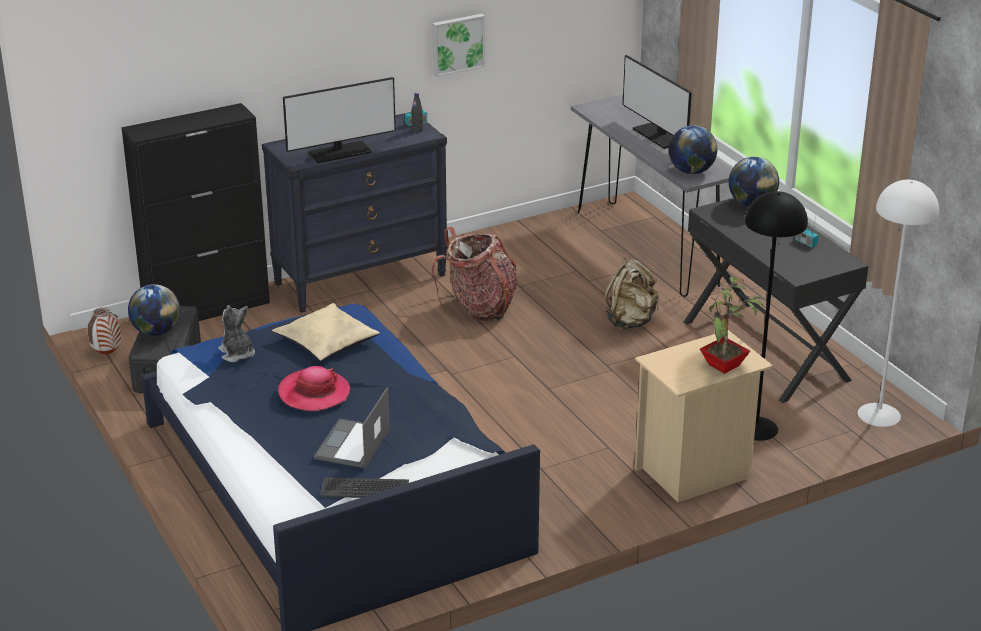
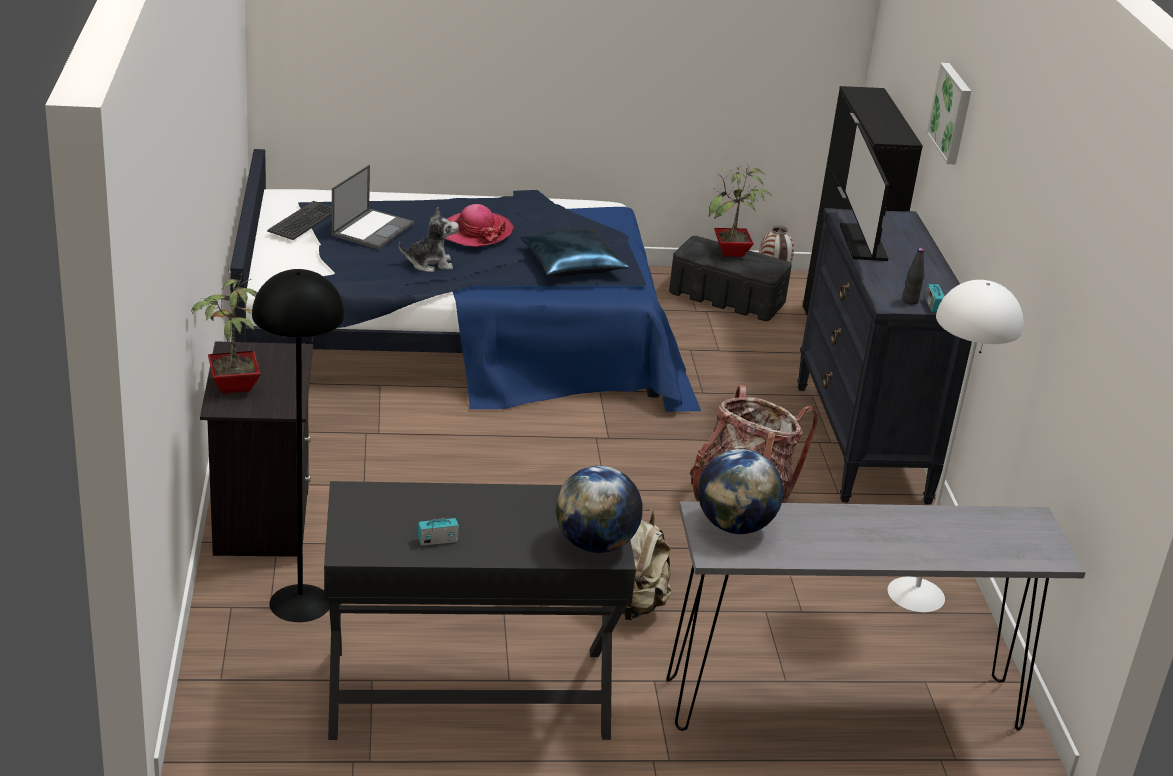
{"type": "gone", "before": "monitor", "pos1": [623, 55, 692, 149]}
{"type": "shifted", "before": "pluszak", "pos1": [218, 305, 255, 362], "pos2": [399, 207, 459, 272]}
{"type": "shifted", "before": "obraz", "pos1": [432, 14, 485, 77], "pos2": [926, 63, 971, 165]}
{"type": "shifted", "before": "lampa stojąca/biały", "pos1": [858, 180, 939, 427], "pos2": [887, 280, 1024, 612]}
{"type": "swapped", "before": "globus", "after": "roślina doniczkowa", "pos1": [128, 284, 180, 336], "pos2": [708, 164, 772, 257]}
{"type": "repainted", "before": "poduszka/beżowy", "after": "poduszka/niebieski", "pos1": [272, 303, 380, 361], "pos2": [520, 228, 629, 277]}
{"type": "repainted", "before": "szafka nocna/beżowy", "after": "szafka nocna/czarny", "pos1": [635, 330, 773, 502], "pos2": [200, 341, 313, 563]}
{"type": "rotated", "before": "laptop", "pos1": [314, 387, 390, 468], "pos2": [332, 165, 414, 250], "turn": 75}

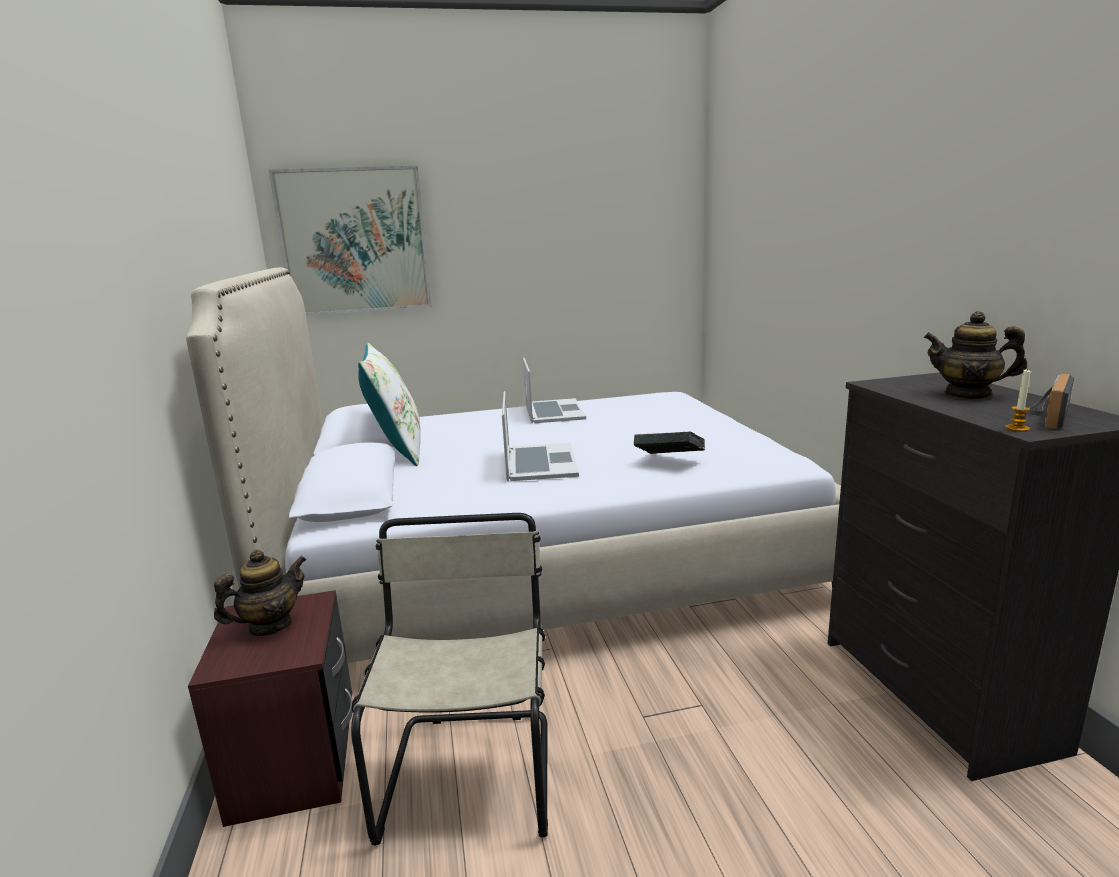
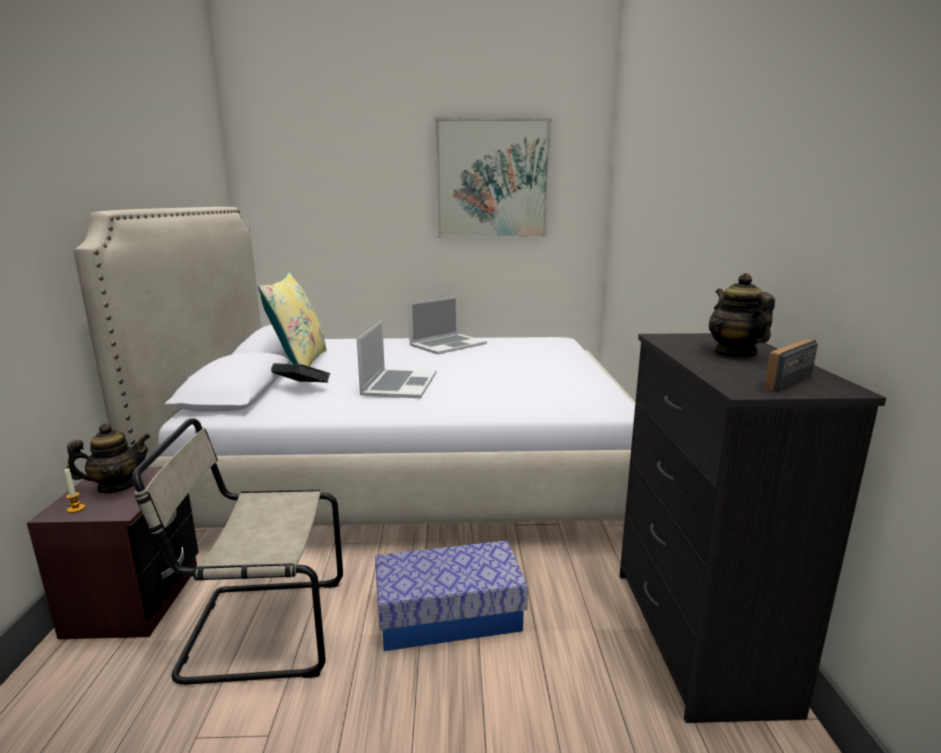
{"type": "new", "after": "pojemnik do przechowywania", "pos2": [375, 540, 528, 651]}
{"type": "shifted", "before": "obraz", "pos1": [269, 166, 432, 316], "pos2": [435, 118, 552, 238]}
{"type": "shifted", "before": "książka", "pos1": [634, 431, 705, 454], "pos2": [271, 363, 331, 383]}
{"type": "shifted", "before": "świeca", "pos1": [1005, 368, 1030, 432], "pos2": [64, 468, 85, 513]}
{"type": "repainted", "before": "poduszka/biały", "after": "poduszka/żółty", "pos1": [358, 343, 421, 466], "pos2": [258, 273, 327, 367]}
{"type": "rotated", "before": "krzesło/beżowy", "pos1": [351, 513, 548, 845], "pos2": [132, 418, 343, 685], "turn": -105}
{"type": "rotated", "before": "laptop", "pos1": [523, 358, 586, 423], "pos2": [408, 296, 487, 354], "turn": 45}
{"type": "rotated", "before": "imbryk", "pos1": [924, 311, 1027, 400], "pos2": [709, 273, 775, 358], "turn": 45}

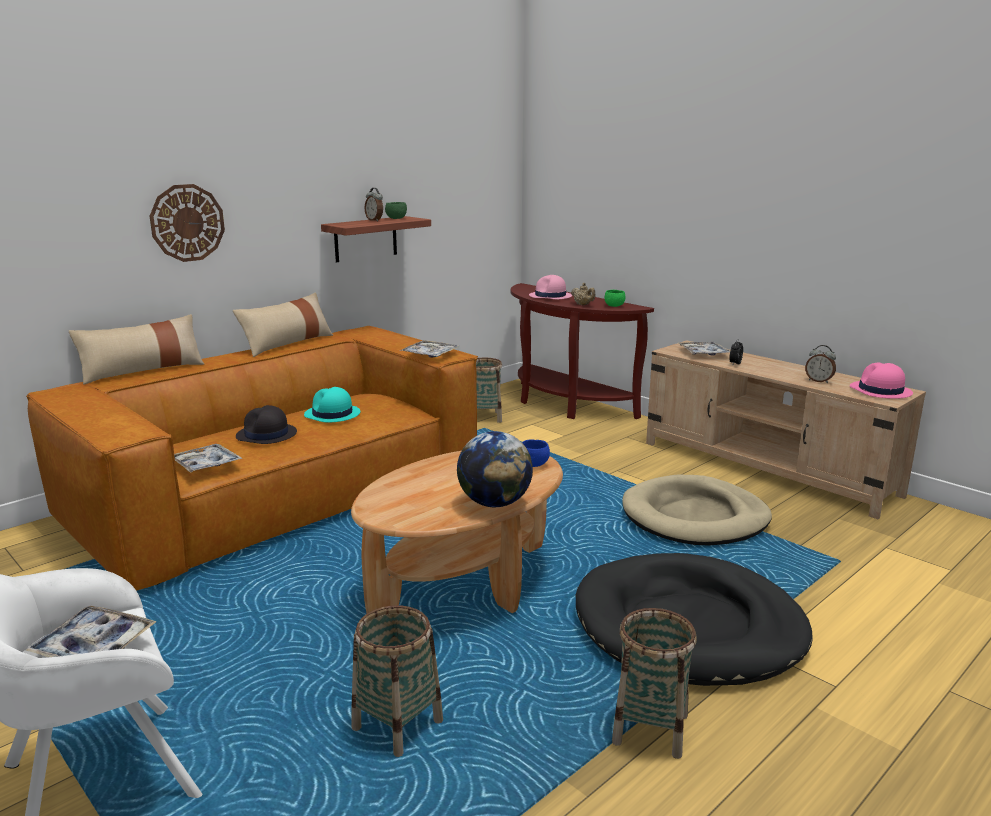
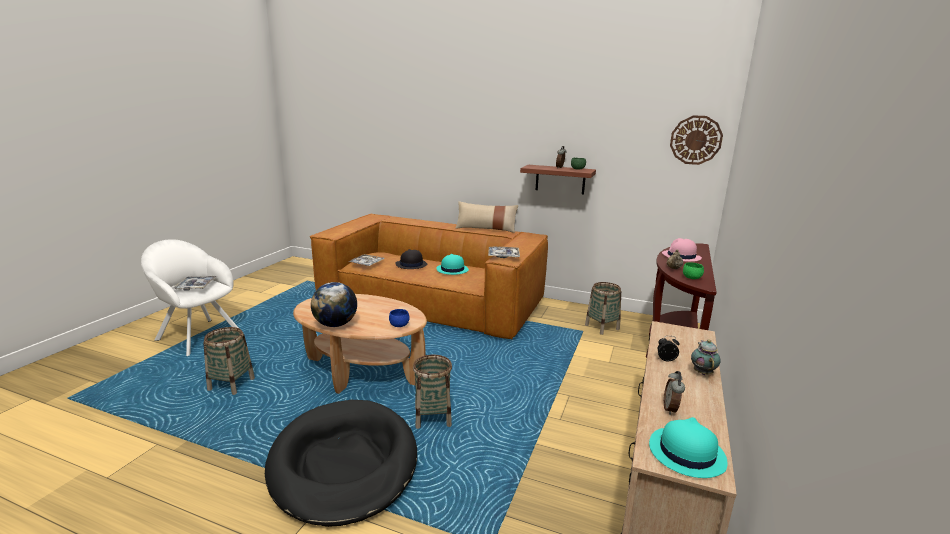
{"type": "gone", "before": "poduszka/beżowy", "pos1": [69, 314, 204, 385]}
{"type": "gone", "before": "legowisko/beżowy", "pos1": [622, 475, 772, 546]}
{"type": "gone", "before": "taca", "pos1": [678, 342, 730, 355]}
{"type": "new", "after": "imbryk", "pos2": [691, 339, 721, 375]}
{"type": "shifted", "before": "zegar ścienny", "pos1": [150, 184, 225, 262], "pos2": [670, 115, 723, 165]}
{"type": "shifted", "before": "koszyk", "pos1": [612, 608, 697, 759], "pos2": [413, 355, 452, 429]}
{"type": "repainted", "before": "kapelusz/różowy", "after": "kapelusz/turkusowy", "pos1": [850, 363, 913, 399], "pos2": [649, 417, 727, 478]}

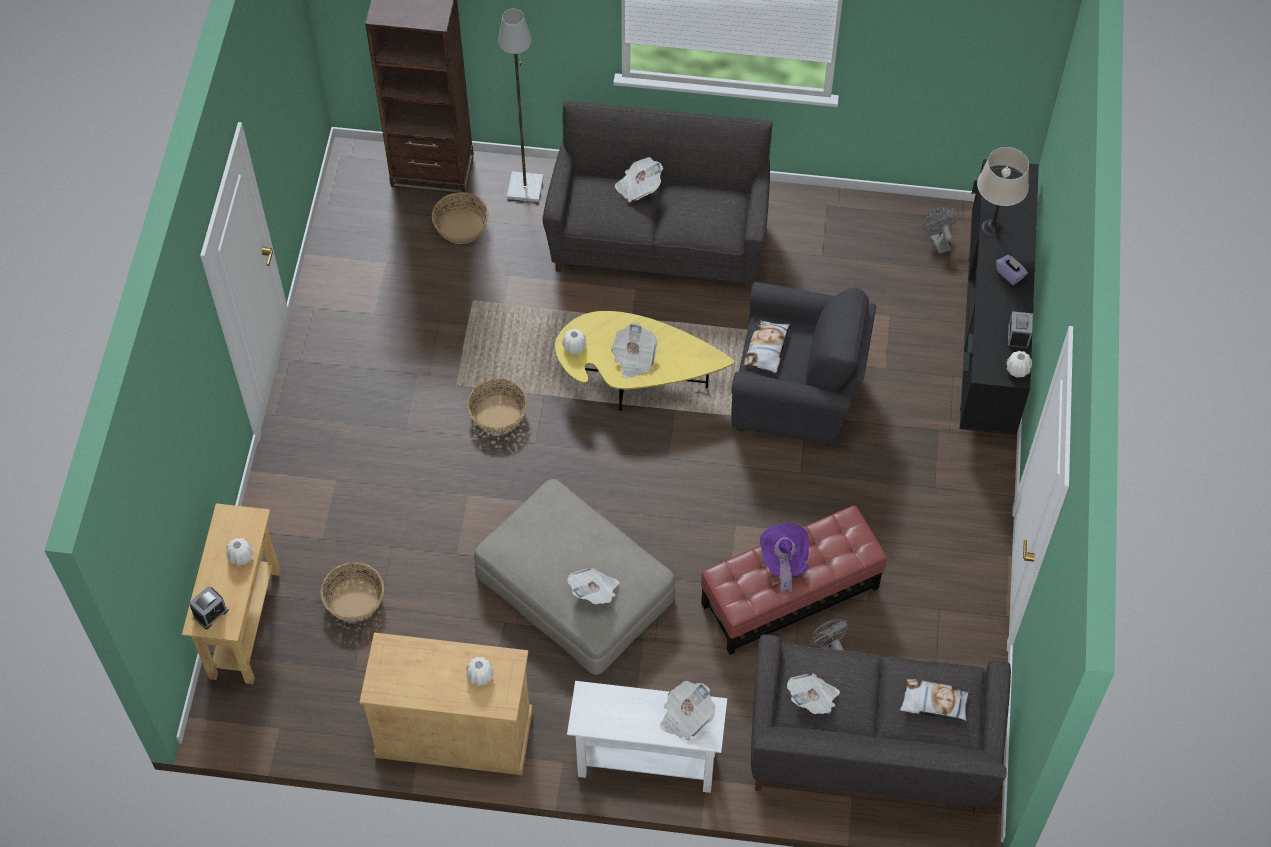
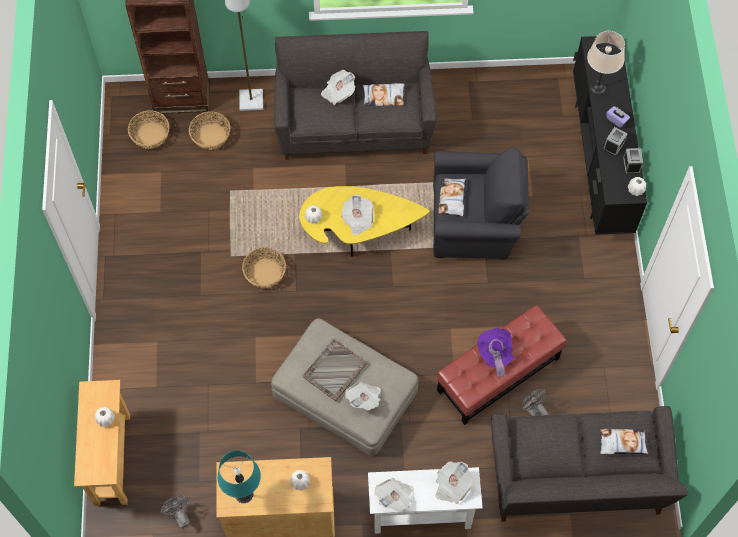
{"type": "new", "after": "lampa stołowa/turkusowy", "pos2": [217, 451, 261, 503]}
{"type": "new", "after": "taca/szary", "pos2": [303, 339, 367, 401]}
{"type": "new", "after": "poduszka", "pos2": [363, 83, 405, 106]}
{"type": "shifted", "before": "budzik", "pos1": [189, 586, 229, 629], "pos2": [603, 127, 627, 156]}
{"type": "shifted", "before": "koszyk", "pos1": [320, 562, 384, 622], "pos2": [128, 110, 170, 149]}
{"type": "shifted", "before": "gazeta", "pos1": [787, 673, 840, 714], "pos2": [375, 478, 414, 511]}
{"type": "shifted", "before": "wentylator/szary", "pos1": [922, 207, 959, 254], "pos2": [160, 495, 190, 528]}

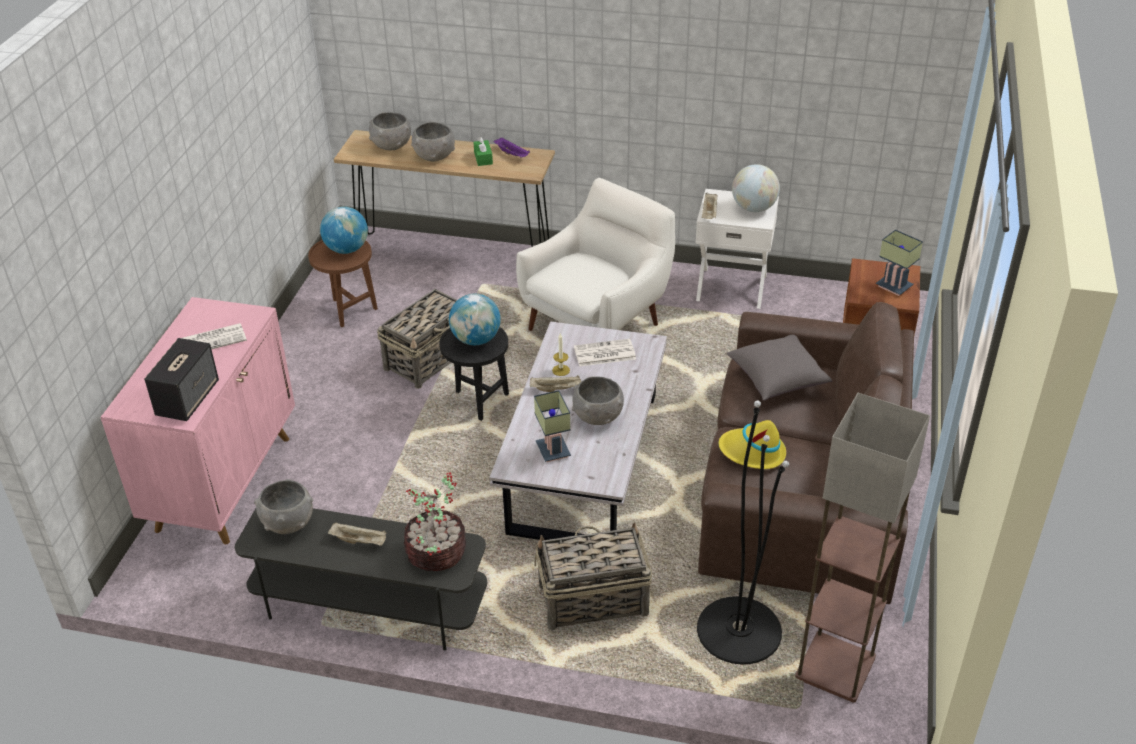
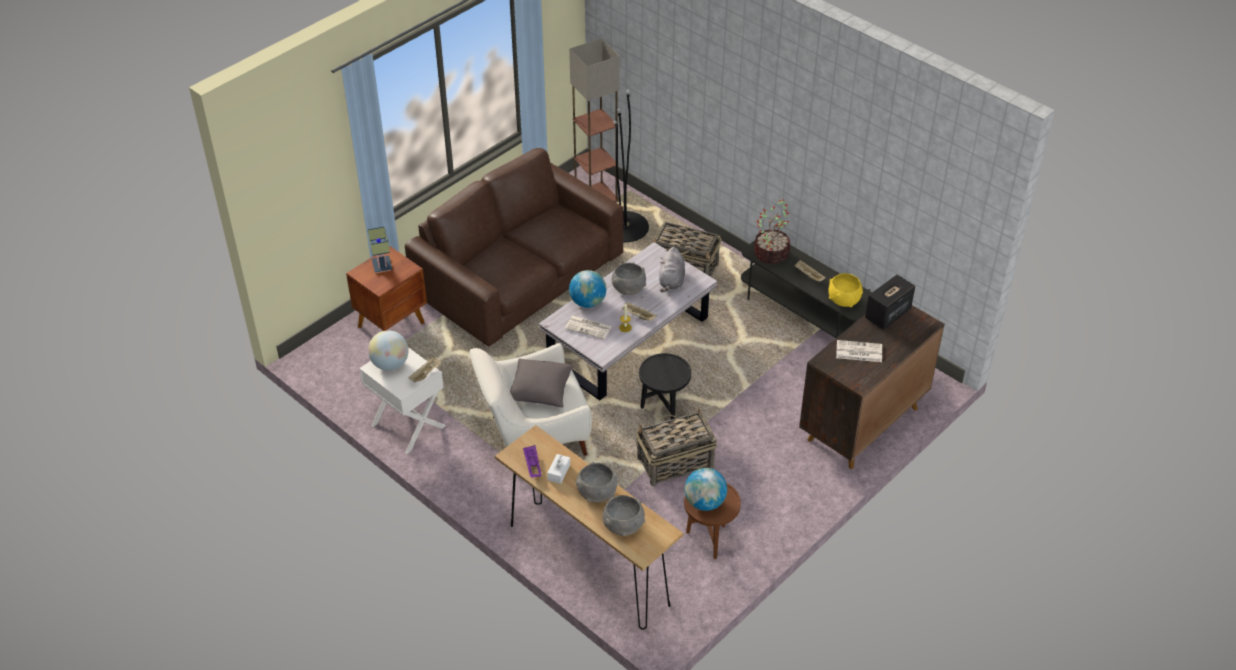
{"type": "gone", "before": "kapelusz/żółty", "pos1": [719, 420, 786, 469]}
{"type": "shifted", "before": "globus", "pos1": [449, 294, 501, 345], "pos2": [569, 270, 606, 308]}
{"type": "shifted", "before": "poduszka/szary", "pos1": [726, 335, 832, 401], "pos2": [510, 358, 574, 407]}
{"type": "swapped", "before": "lampa stołowa", "after": "pluszak/szary", "pos1": [534, 390, 571, 462], "pos2": [659, 247, 685, 292]}
{"type": "repainted", "before": "szafka/różowy", "after": "szafka/brązowy", "pos1": [100, 297, 295, 544], "pos2": [799, 305, 945, 469]}
{"type": "repainted", "before": "miska/szary", "after": "miska/żółty", "pos1": [254, 479, 313, 534], "pos2": [829, 273, 863, 307]}
{"type": "repainted", "before": "pudełko chusteczek/zielony", "after": "pudełko chusteczek/biały", "pos1": [473, 137, 493, 166], "pos2": [547, 454, 570, 484]}

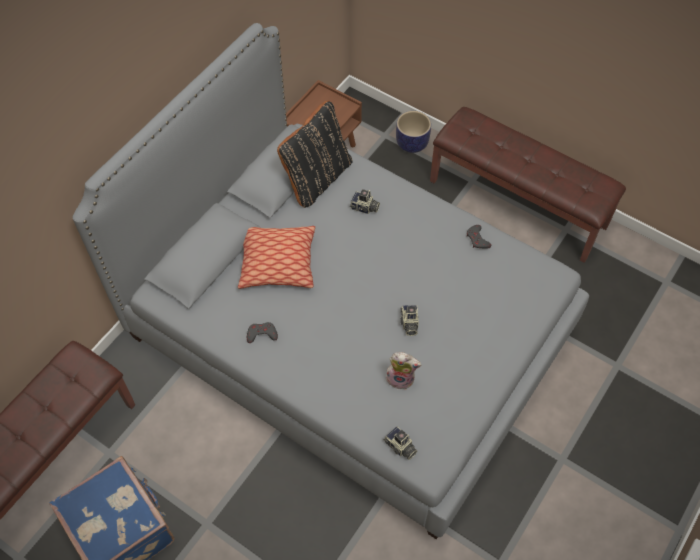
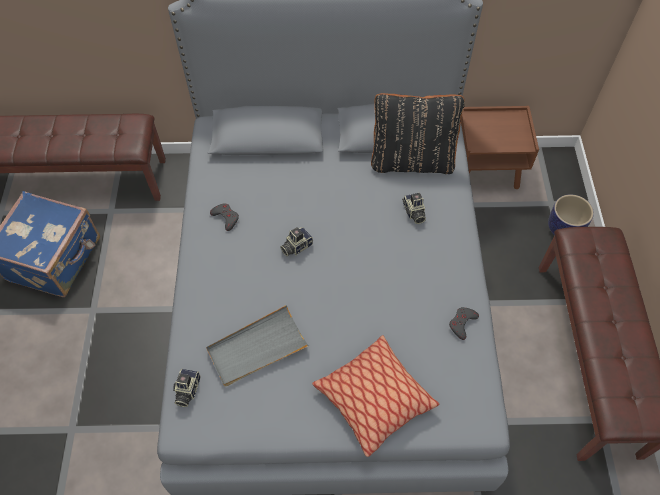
{"type": "shifted", "before": "poduszka", "pos1": [238, 226, 315, 289], "pos2": [312, 335, 439, 457]}
{"type": "shifted", "before": "aparat fotograficzny", "pos1": [401, 305, 419, 336], "pos2": [281, 227, 313, 256]}
{"type": "swapped", "before": "pluszak", "after": "taca/szary", "pos1": [386, 352, 422, 390], "pos2": [206, 305, 309, 386]}

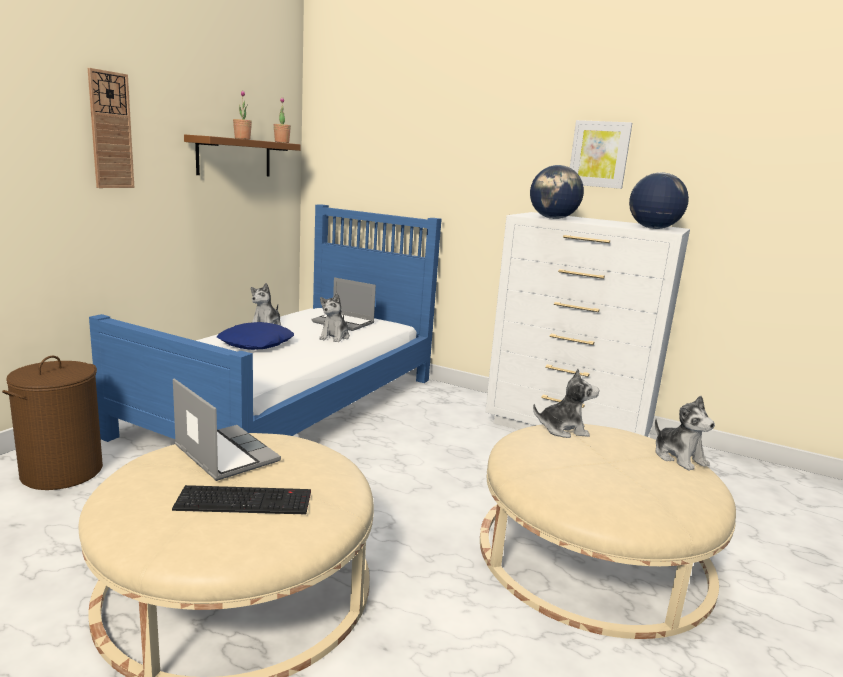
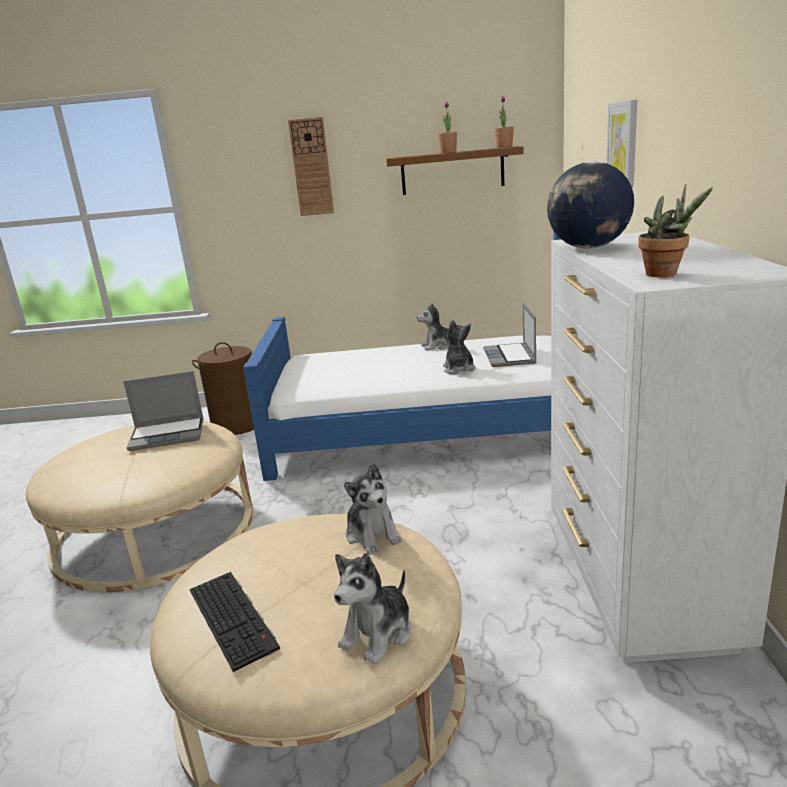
{"type": "gone", "before": "poduszka/niebieski", "pos1": [217, 322, 294, 350]}
{"type": "shifted", "before": "klawiatura", "pos1": [172, 485, 311, 514], "pos2": [190, 572, 280, 672]}
{"type": "shifted", "before": "obraz", "pos1": [570, 120, 632, 189], "pos2": [606, 99, 637, 187]}
{"type": "swapped", "before": "globus", "after": "roślina doniczkowa", "pos1": [629, 172, 689, 229], "pos2": [638, 184, 713, 277]}
{"type": "rotated", "before": "laptop", "pos1": [173, 378, 281, 481], "pos2": [123, 371, 204, 451], "turn": 60}
{"type": "rotated", "before": "pluszak", "pos1": [319, 293, 350, 342], "pos2": [443, 320, 476, 375], "turn": 90}

